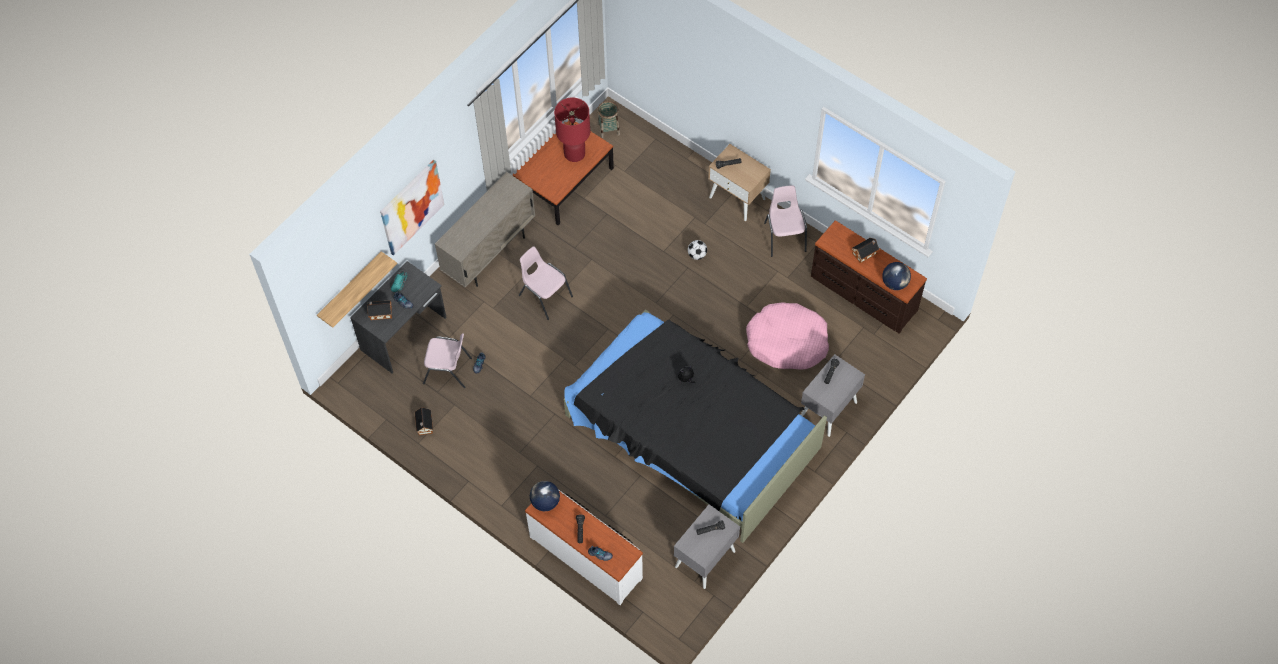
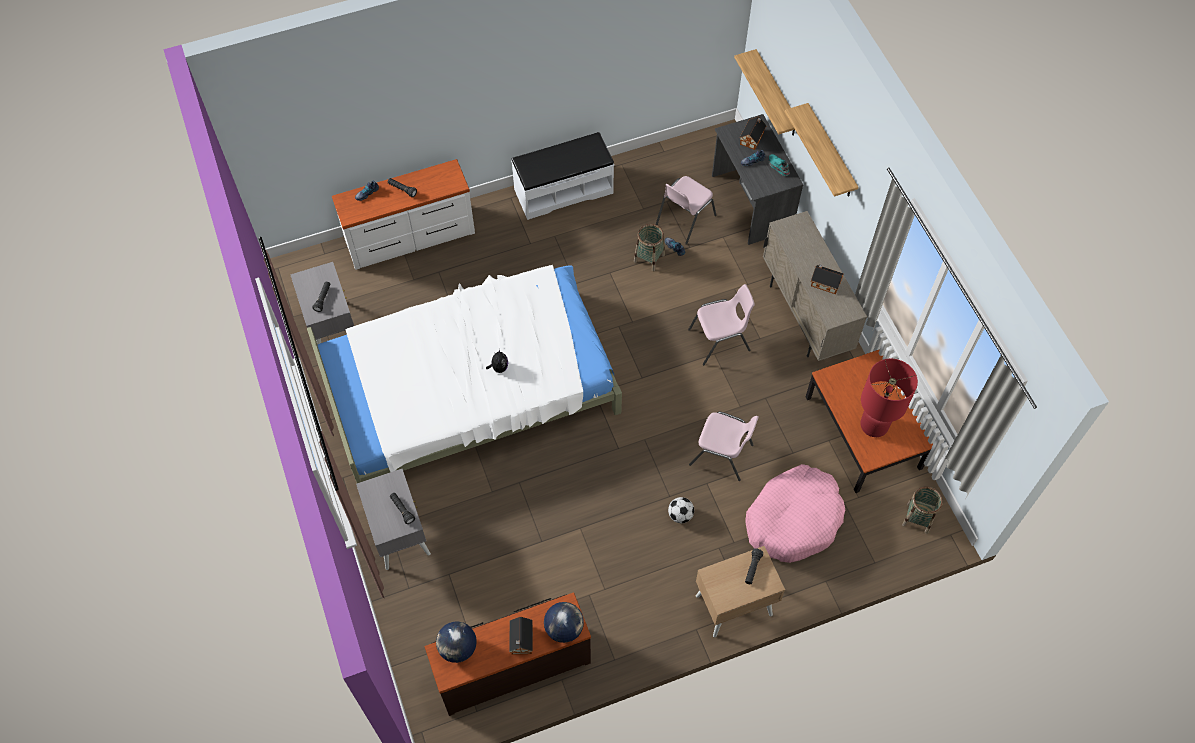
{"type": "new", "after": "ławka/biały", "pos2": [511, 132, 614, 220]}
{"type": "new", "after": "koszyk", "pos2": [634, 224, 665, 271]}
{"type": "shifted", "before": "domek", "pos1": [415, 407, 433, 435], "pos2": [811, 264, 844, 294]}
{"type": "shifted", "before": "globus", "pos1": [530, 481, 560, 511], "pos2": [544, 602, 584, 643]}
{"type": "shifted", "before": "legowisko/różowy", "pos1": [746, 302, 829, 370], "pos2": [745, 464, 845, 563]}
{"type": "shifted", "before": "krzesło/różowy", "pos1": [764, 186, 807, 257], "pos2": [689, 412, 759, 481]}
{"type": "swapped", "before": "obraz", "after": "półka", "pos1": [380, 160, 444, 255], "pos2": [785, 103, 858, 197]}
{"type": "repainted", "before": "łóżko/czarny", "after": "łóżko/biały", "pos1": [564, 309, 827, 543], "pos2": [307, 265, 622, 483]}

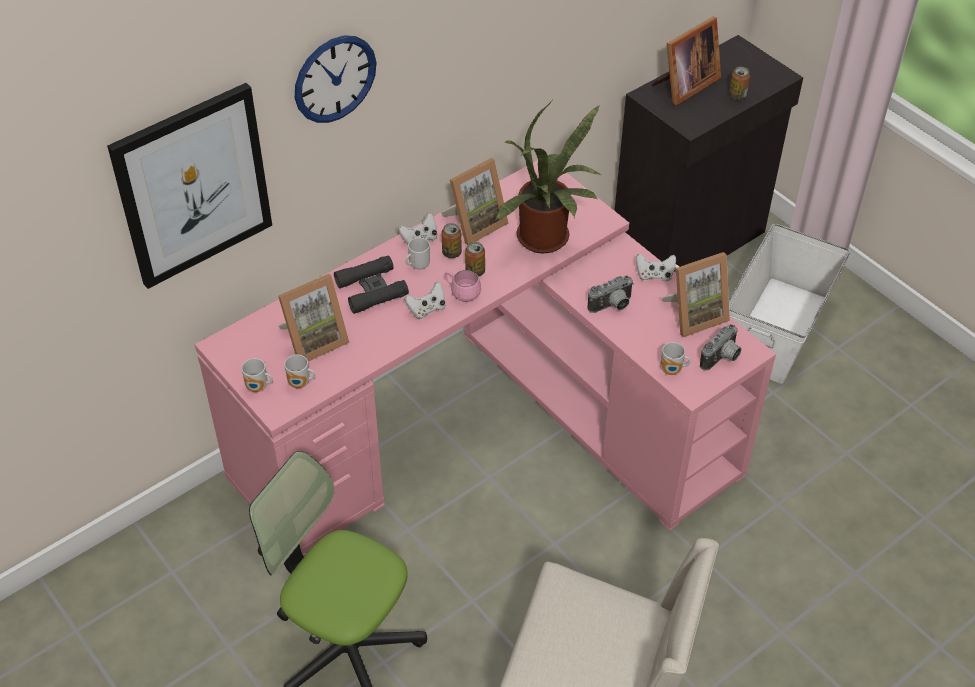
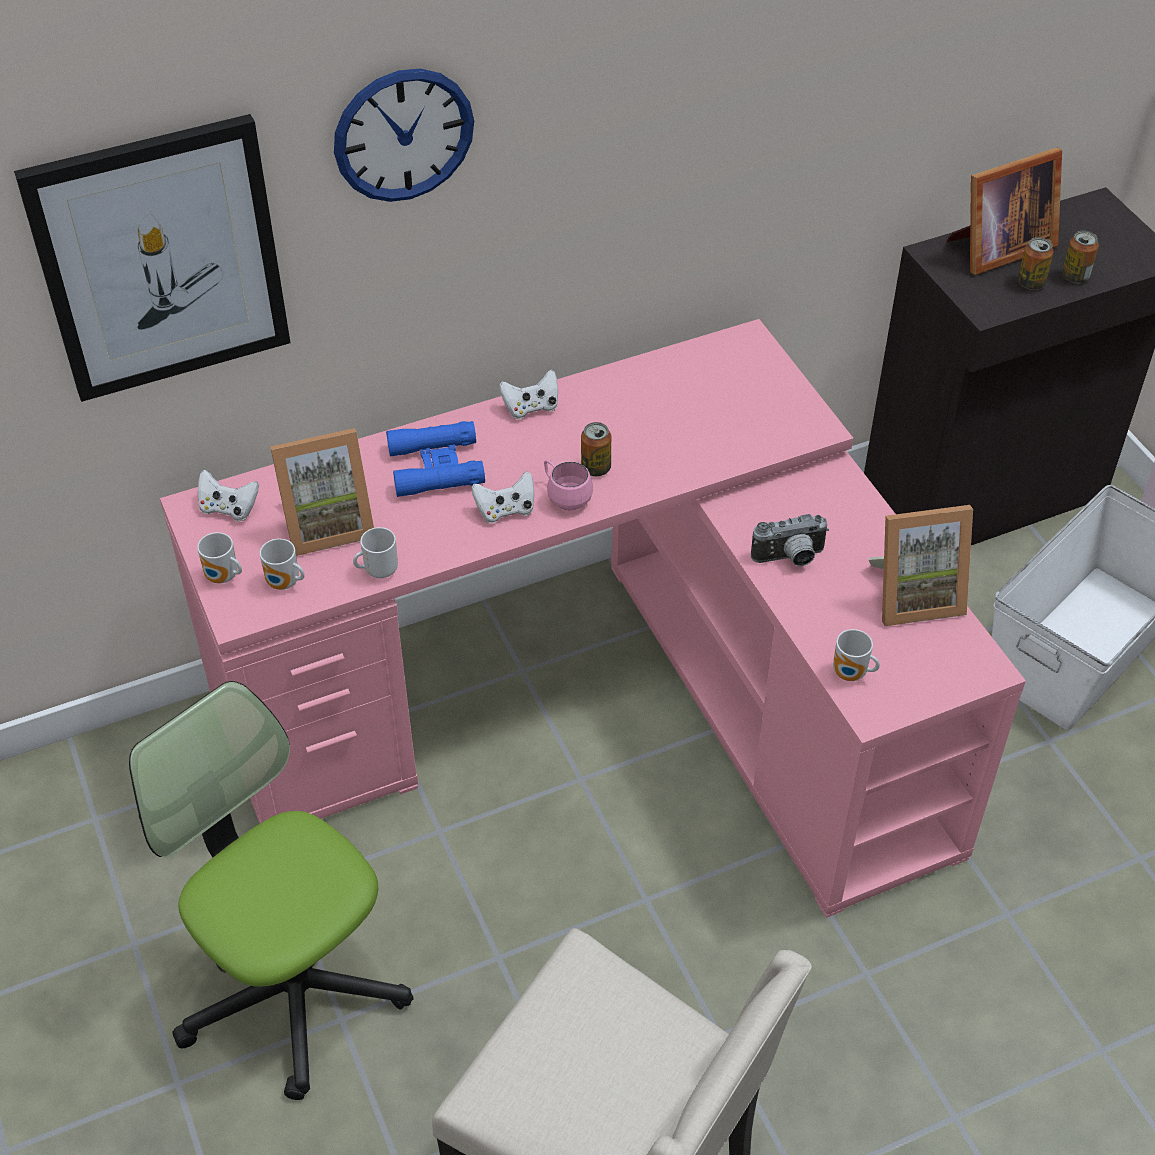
{"type": "gone", "before": "ramka na zdjęcie", "pos1": [441, 158, 509, 245]}
{"type": "gone", "before": "roślina doniczkowa", "pos1": [495, 101, 601, 253]}
{"type": "gone", "before": "aparat fotograficzny", "pos1": [700, 324, 741, 371]}
{"type": "shifted", "before": "kubek", "pos1": [405, 238, 430, 269], "pos2": [353, 527, 398, 578]}
{"type": "shifted", "before": "puszka", "pos1": [442, 223, 462, 258], "pos2": [1018, 237, 1054, 290]}
{"type": "shifted", "before": "pad do gier/biały", "pos1": [636, 254, 676, 282], "pos2": [198, 470, 259, 521]}
{"type": "repainted", "before": "lornetka/czarny", "after": "lornetka/niebieski", "pos1": [334, 255, 409, 314], "pos2": [386, 421, 485, 497]}

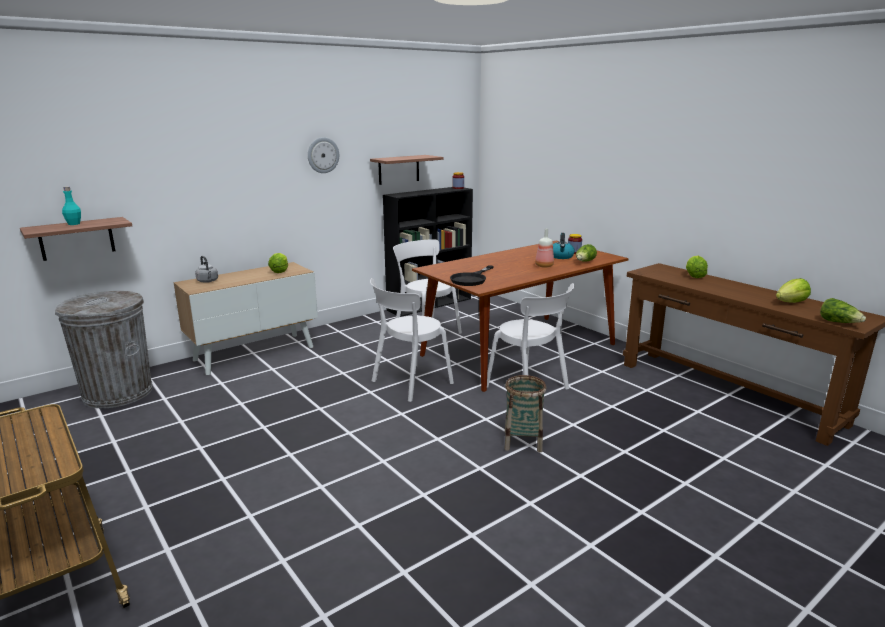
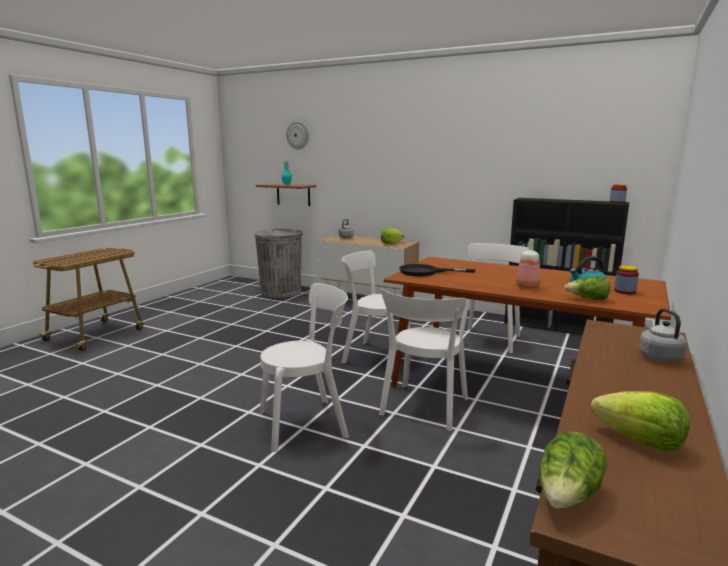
{"type": "gone", "before": "półka", "pos1": [370, 155, 443, 185]}
{"type": "shifted", "before": "zegar ścienny", "pos1": [308, 137, 339, 173], "pos2": [286, 121, 309, 149]}
{"type": "swapped", "before": "koszyk", "after": "krzesło/biały", "pos1": [504, 375, 546, 452], "pos2": [260, 283, 349, 452]}
{"type": "swapped", "before": "sałata", "after": "czajnik/szary", "pos1": [686, 256, 708, 278], "pos2": [639, 308, 687, 362]}

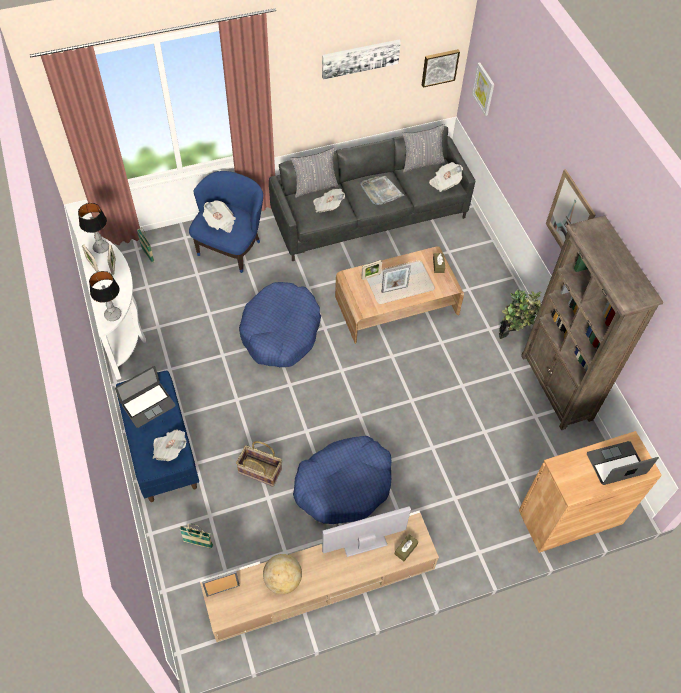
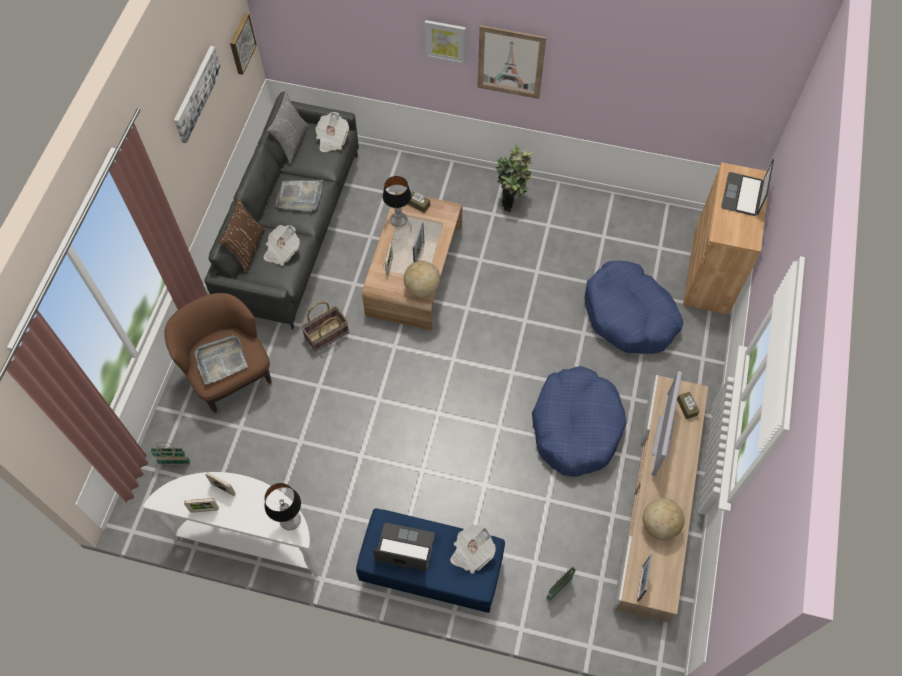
{"type": "gone", "before": "regał/brązowy", "pos1": [521, 215, 663, 430]}
{"type": "new", "after": "globus", "pos2": [404, 261, 440, 297]}
{"type": "shifted", "before": "lampa stołowa", "pos1": [78, 203, 109, 253], "pos2": [383, 176, 412, 227]}
{"type": "shifted", "before": "koszyk", "pos1": [236, 441, 282, 487], "pos2": [301, 302, 349, 352]}
{"type": "shifted", "before": "legowisko/niebieski", "pos1": [239, 282, 321, 367], "pos2": [584, 260, 683, 354]}
{"type": "shifted", "before": "obraz", "pos1": [472, 63, 494, 116], "pos2": [425, 20, 466, 64]}
{"type": "swapped", "before": "gazeta", "after": "taca/szary", "pos1": [203, 201, 236, 233], "pos2": [195, 335, 248, 385]}
{"type": "repainted", "before": "fotel/niebieski", "after": "fotel/brązowy", "pos1": [189, 171, 263, 273], "pos2": [164, 293, 272, 414]}
{"type": "repainted", "before": "poduszka/szary", "after": "poduszka/brązowy", "pos1": [290, 147, 339, 198], "pos2": [219, 196, 265, 273]}
{"type": "rotated", "before": "laptop", "pos1": [115, 366, 175, 428], "pos2": [372, 523, 435, 571], "turn": -75}

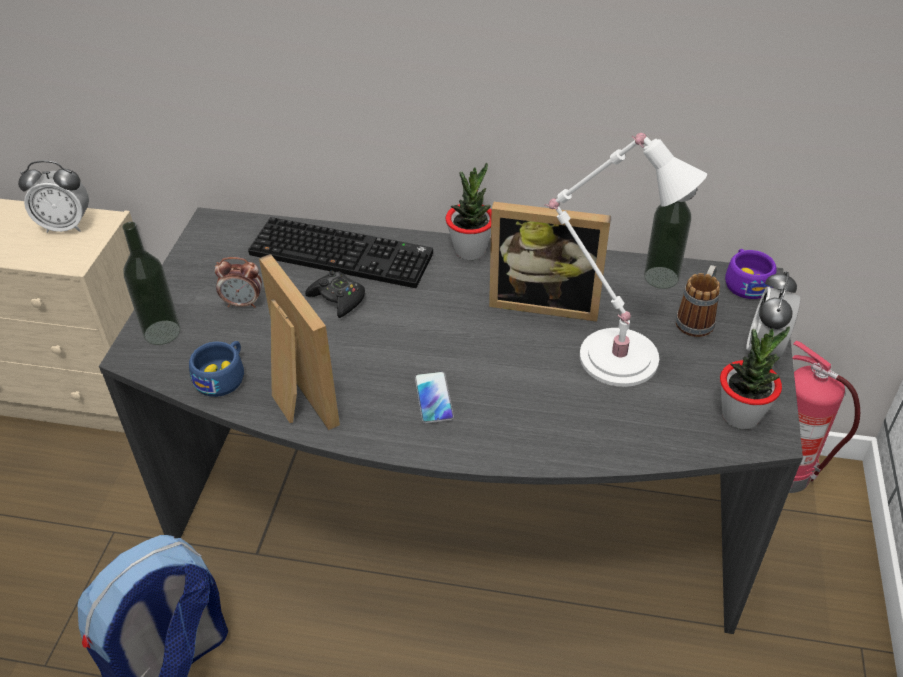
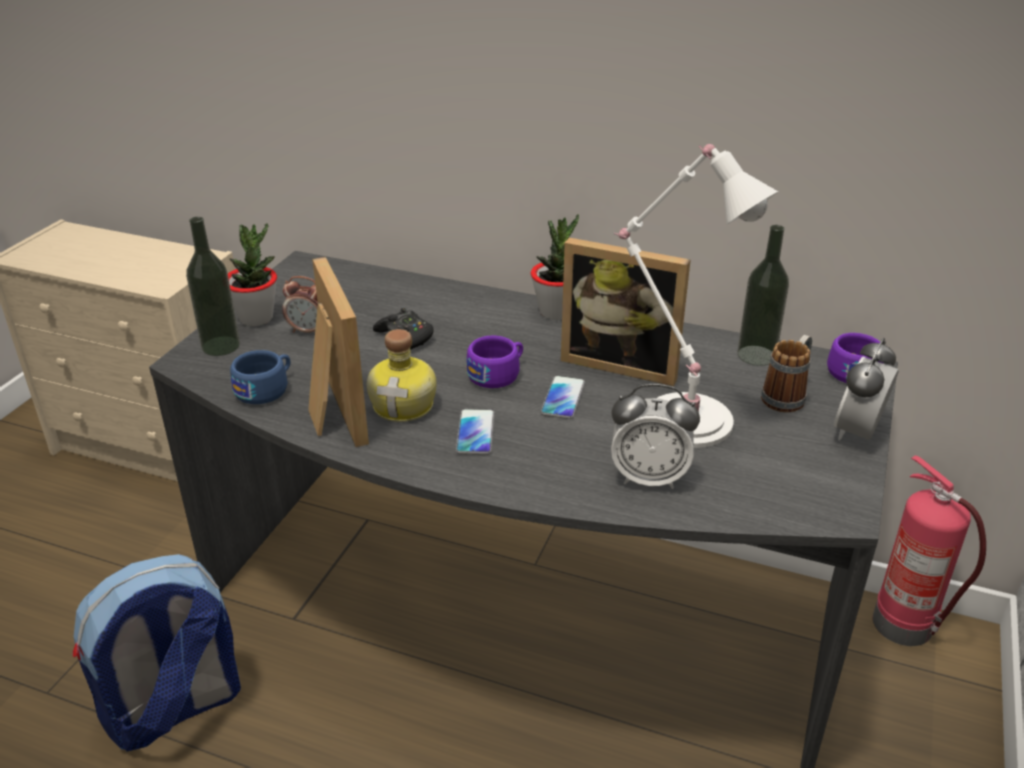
{"type": "gone", "before": "klawiatura", "pos1": [248, 217, 433, 288]}
{"type": "new", "after": "butelka", "pos2": [367, 329, 436, 422]}
{"type": "new", "after": "filiżanka/fioletowy", "pos2": [466, 336, 523, 388]}
{"type": "new", "after": "telefon", "pos2": [540, 375, 585, 419]}
{"type": "shifted", "before": "budzik", "pos1": [18, 160, 89, 233], "pos2": [611, 384, 700, 489]}
{"type": "shifted", "before": "roślina doniczkowa", "pos1": [720, 326, 790, 429], "pos2": [228, 223, 277, 326]}

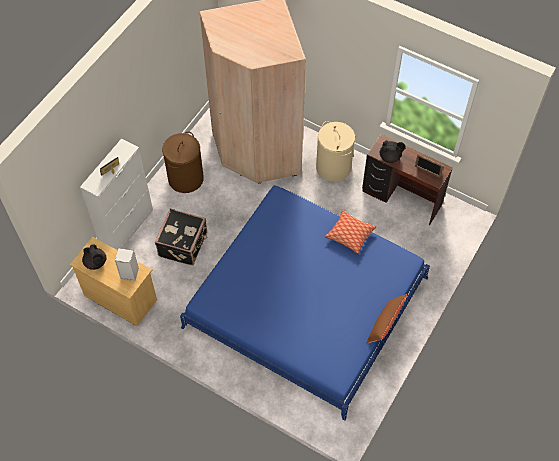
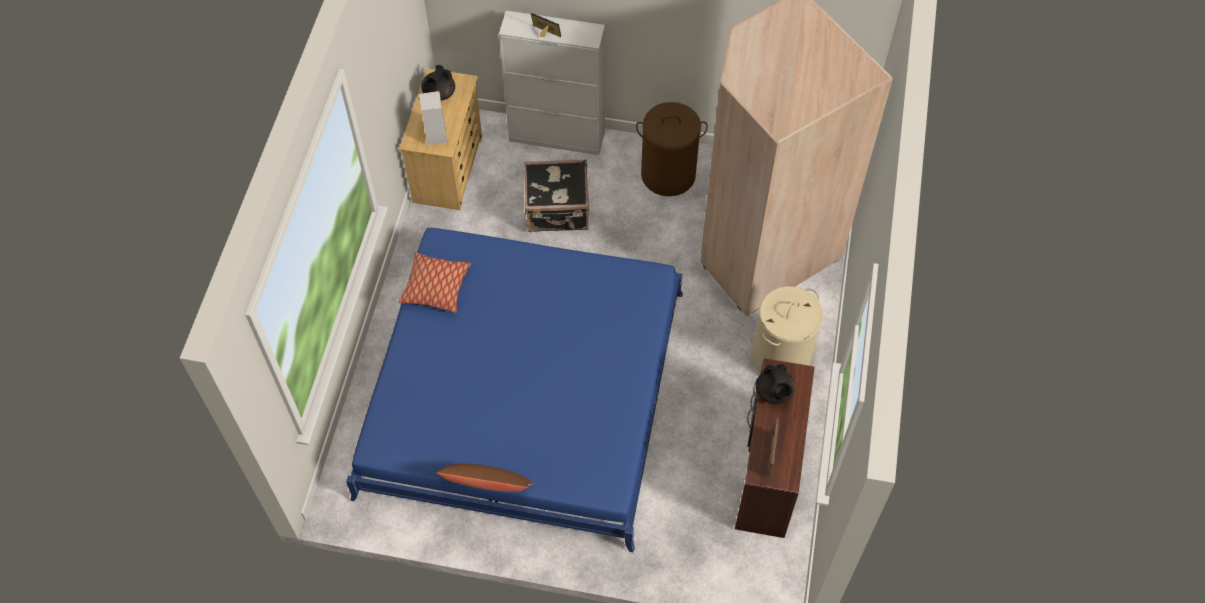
{"type": "shifted", "before": "poduszka", "pos1": [325, 210, 376, 254], "pos2": [399, 252, 471, 313]}

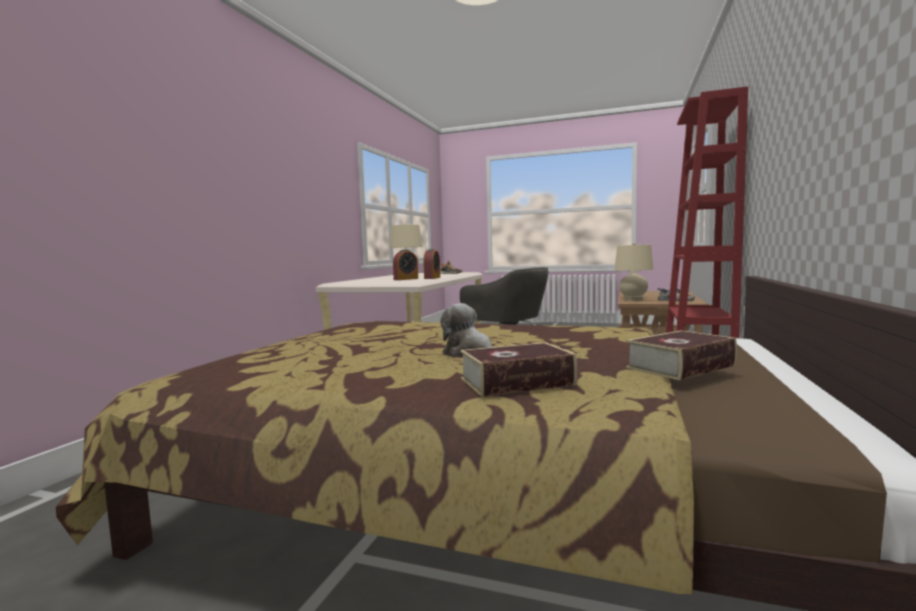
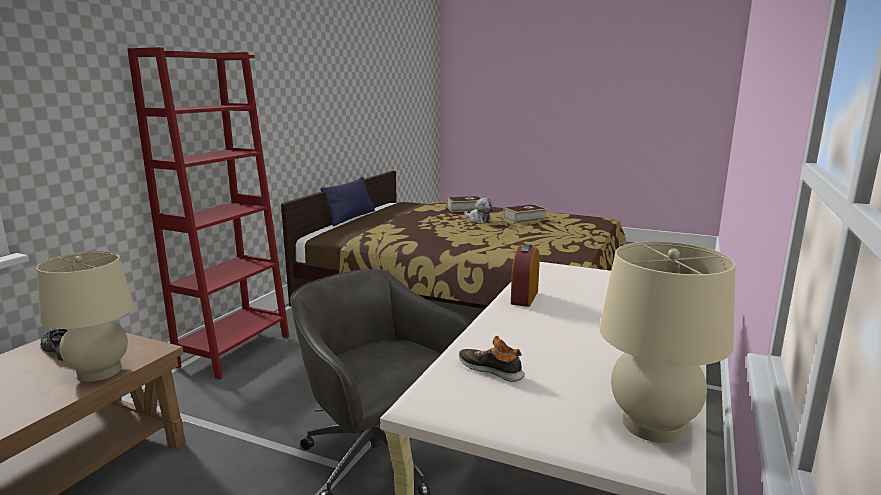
{"type": "gone", "before": "budzik", "pos1": [393, 249, 418, 280]}
{"type": "new", "after": "poduszka/niebieski", "pos2": [320, 177, 375, 227]}
{"type": "shifted", "before": "książka", "pos1": [626, 330, 737, 381], "pos2": [503, 204, 547, 224]}

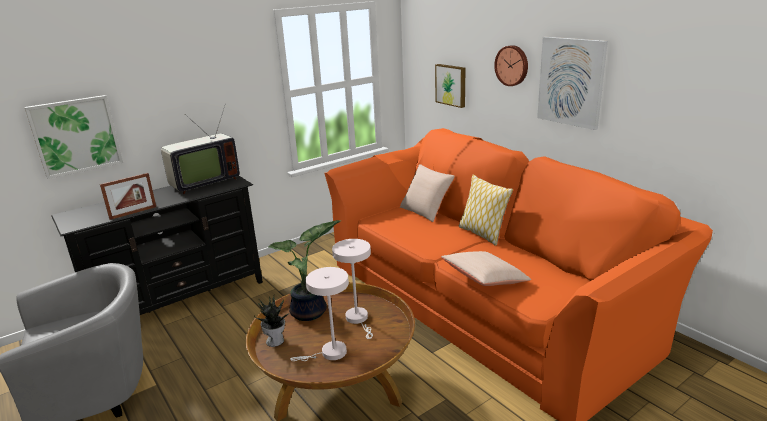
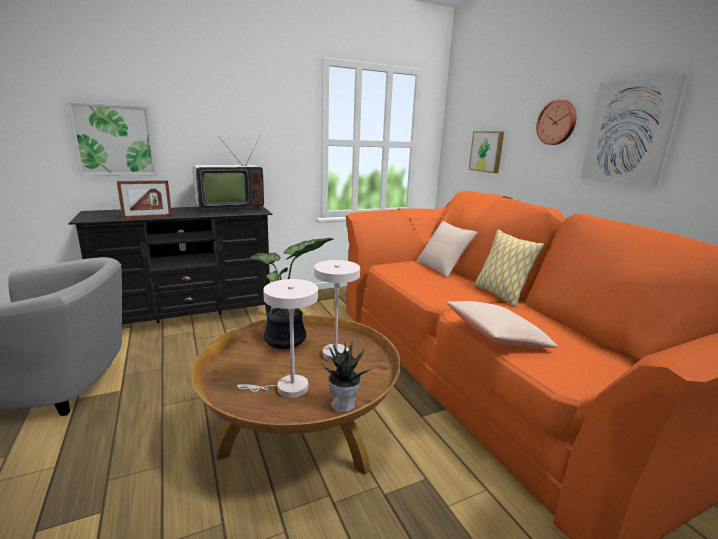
{"type": "shifted", "before": "roślina doniczkowa", "pos1": [254, 296, 290, 347], "pos2": [322, 339, 373, 412]}

